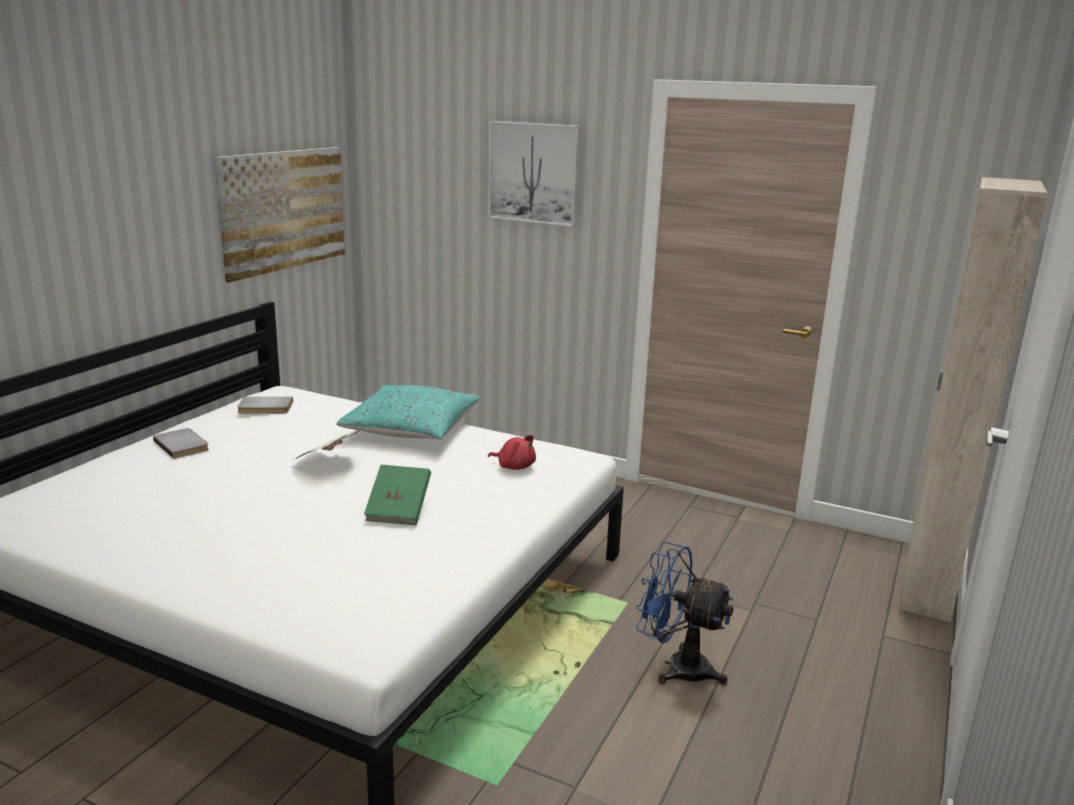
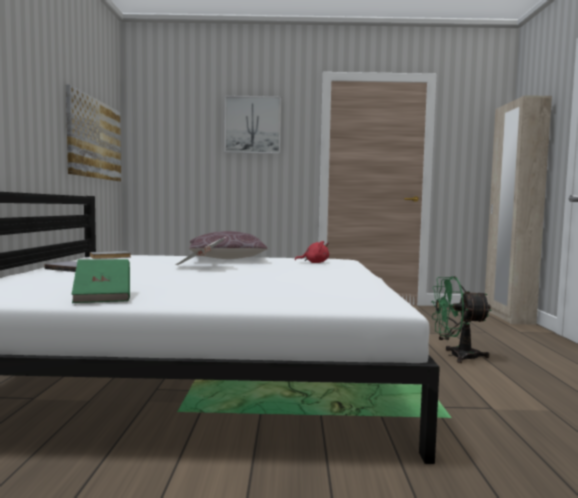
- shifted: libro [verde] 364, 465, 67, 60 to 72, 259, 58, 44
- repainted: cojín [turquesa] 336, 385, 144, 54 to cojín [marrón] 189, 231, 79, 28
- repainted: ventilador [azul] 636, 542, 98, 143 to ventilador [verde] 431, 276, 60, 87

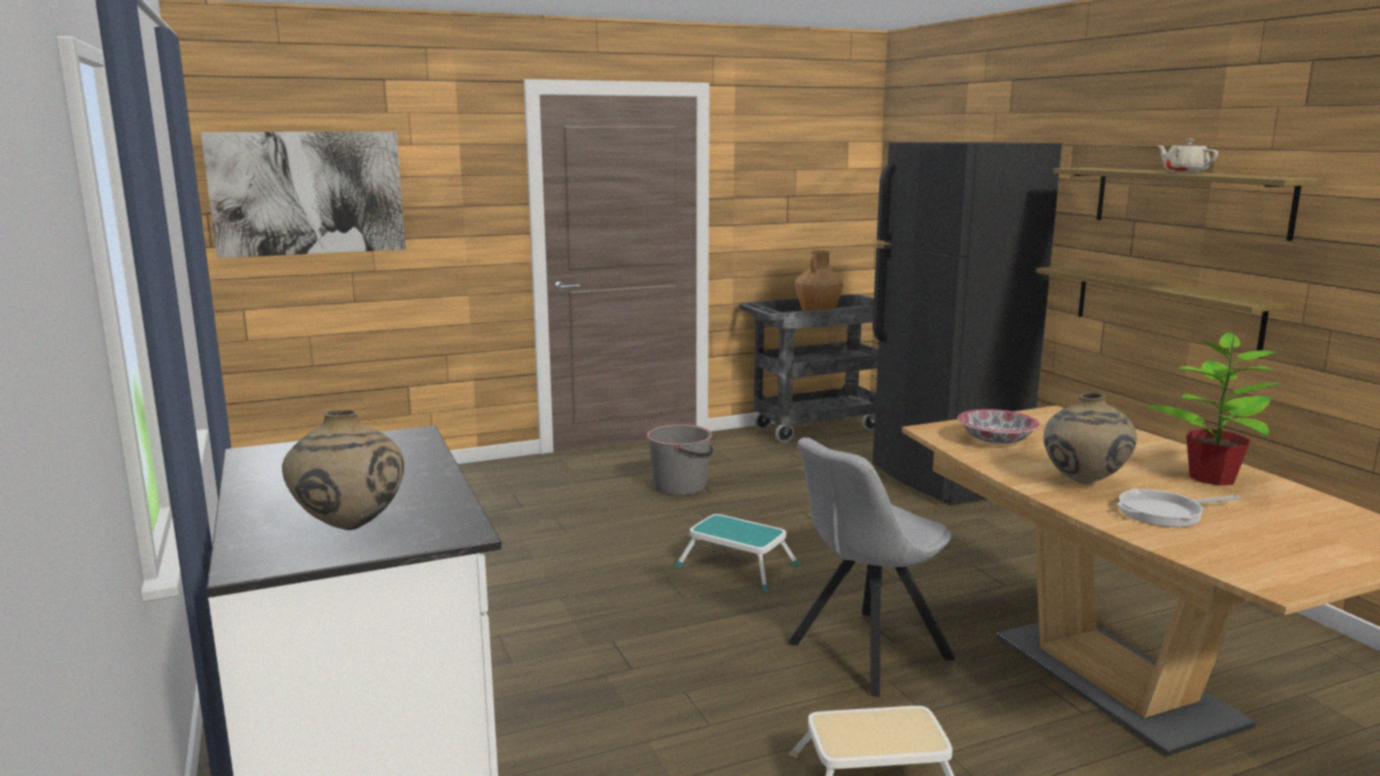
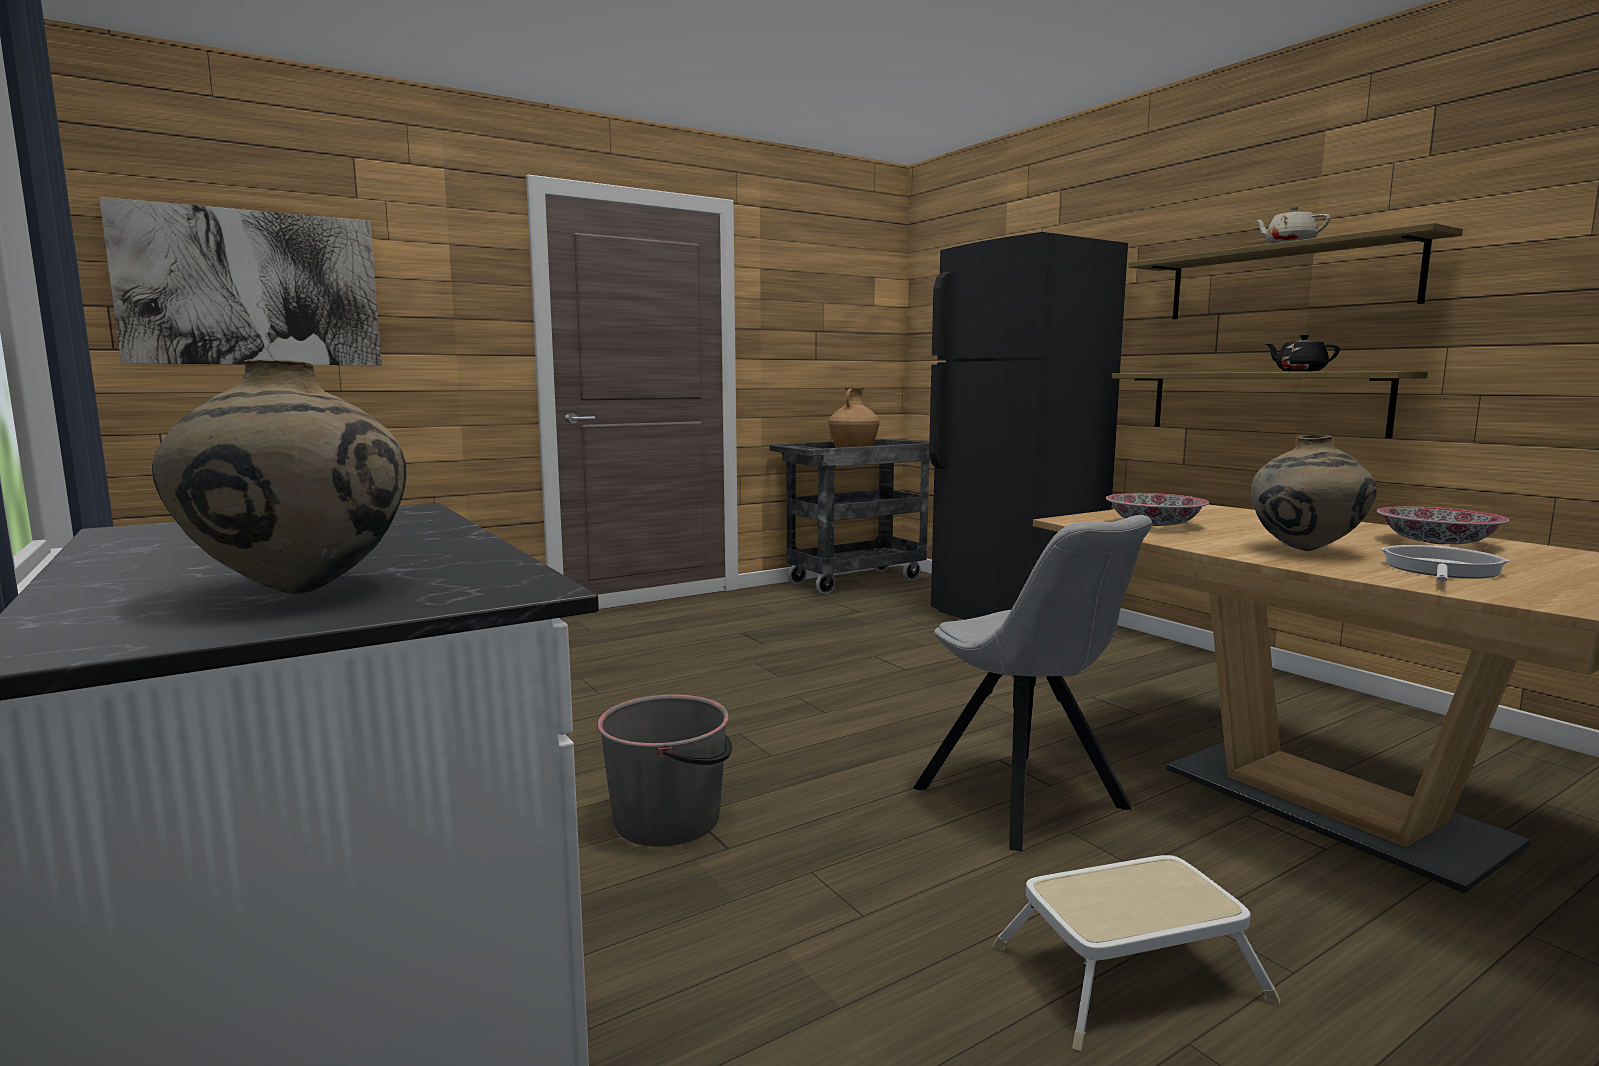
- gone: escalera de tijera [turquesa] 676, 514, 123, 78
- new: tetera [negro] 1266, 335, 74, 37
- shifted: cubo [gris] 647, 424, 66, 71 to 597, 694, 136, 153
- swapped: planta en maceta 1147, 330, 137, 156 to cuenco 1377, 507, 133, 37
- rotated: silla [gris] 788, 437, 167, 260 = 913, 515, 239, 337 75 degrees counterclockwise
- rotated: sartén 1117, 489, 123, 38 = 1381, 545, 129, 37 150 degrees clockwise

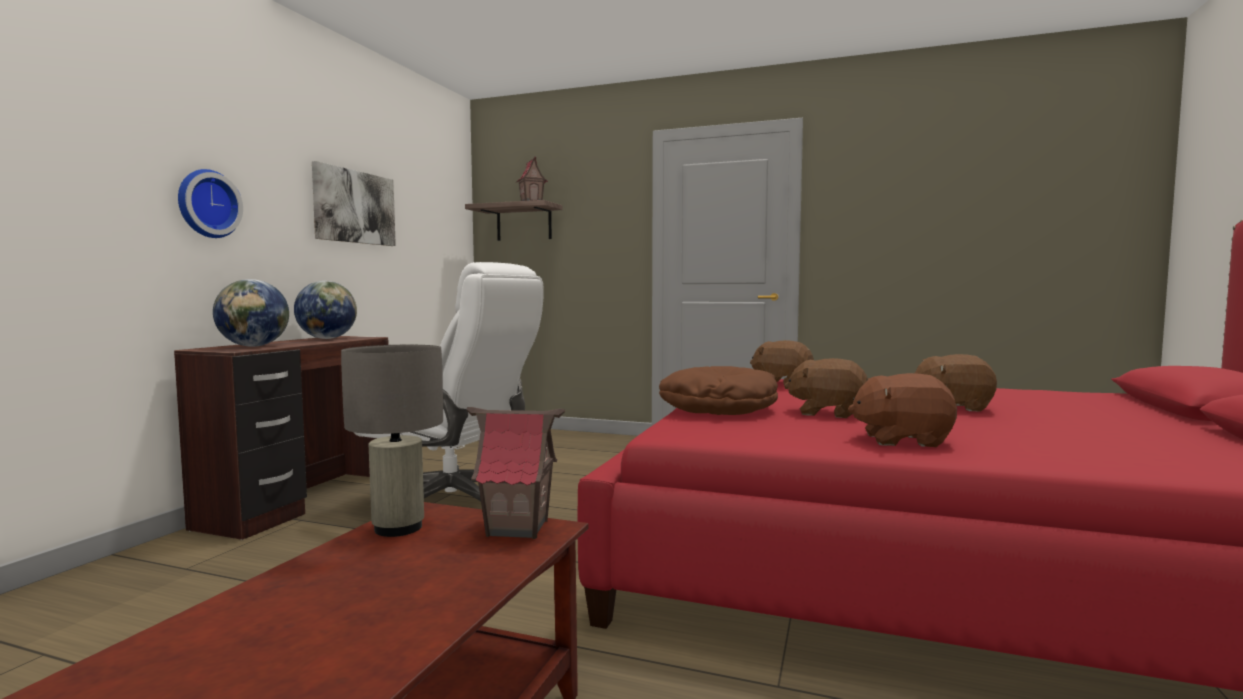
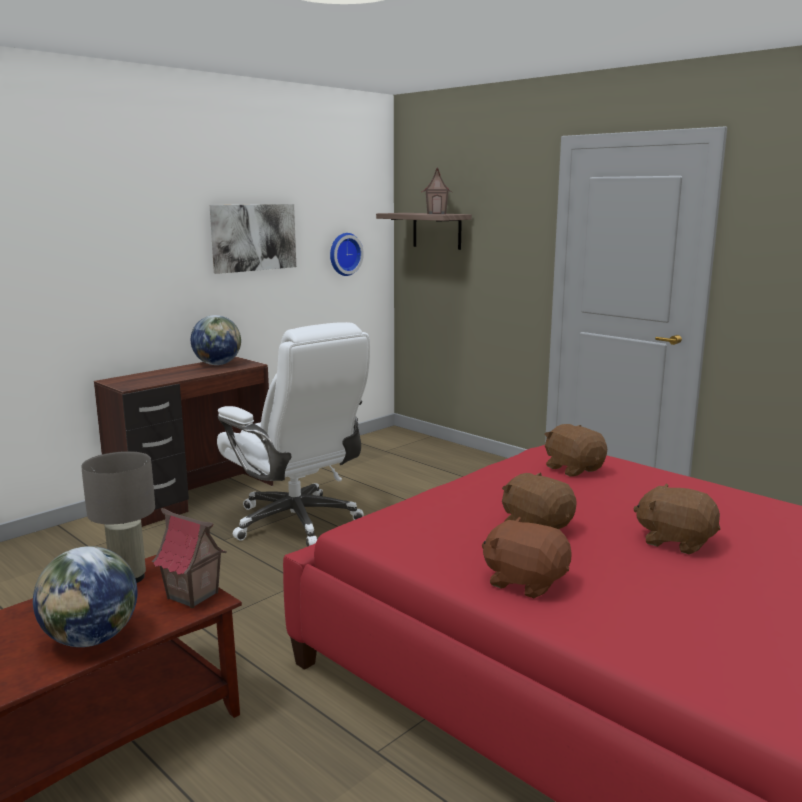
- gone: cojín [marrón] 659, 366, 119, 49
- shifted: reloj de pared 178, 169, 65, 69 to 330, 233, 34, 43
- shifted: globo terráqueo 213, 279, 76, 68 to 33, 546, 105, 101

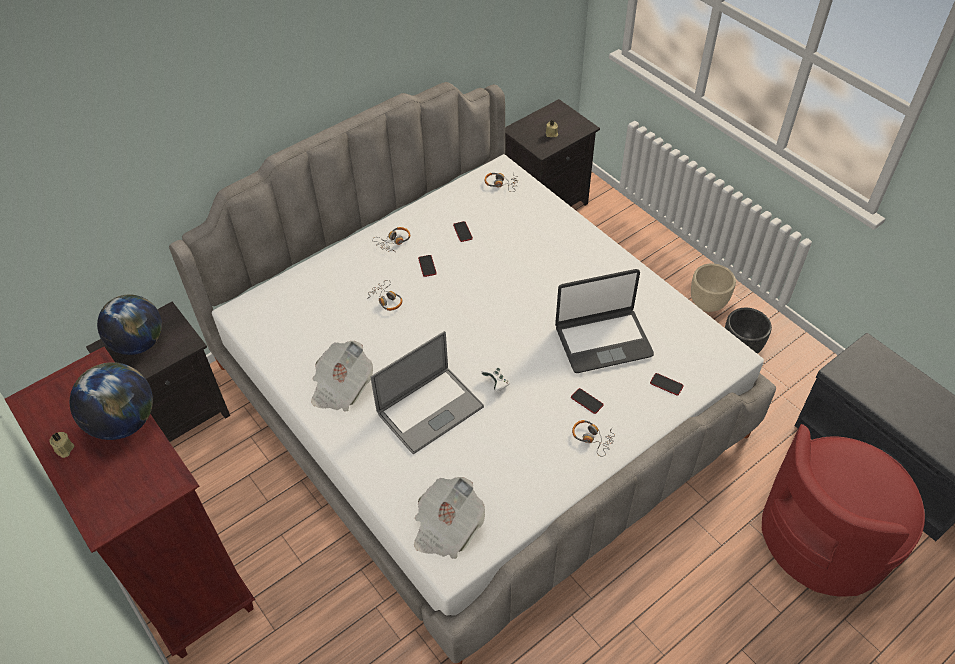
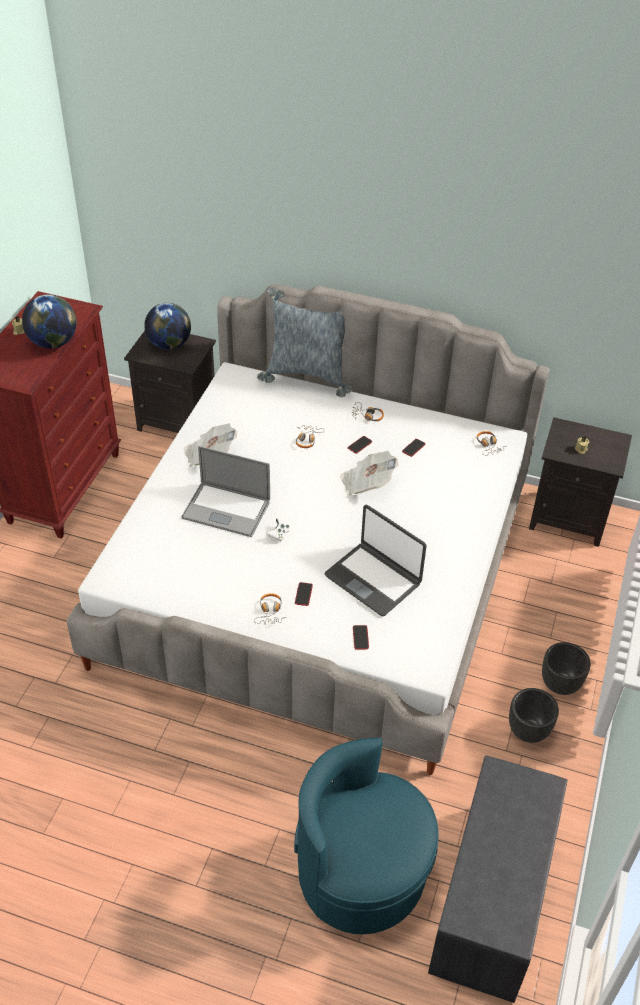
- new: cojín 257, 287, 95, 110
- shifted: periódico 414, 477, 71, 82 to 340, 451, 58, 44
- repainted: maceta [beis] 691, 263, 45, 49 to maceta [negro] 542, 642, 49, 53
- repainted: sillón [rojo] 762, 424, 163, 172 to sillón [turquesa] 294, 737, 145, 197

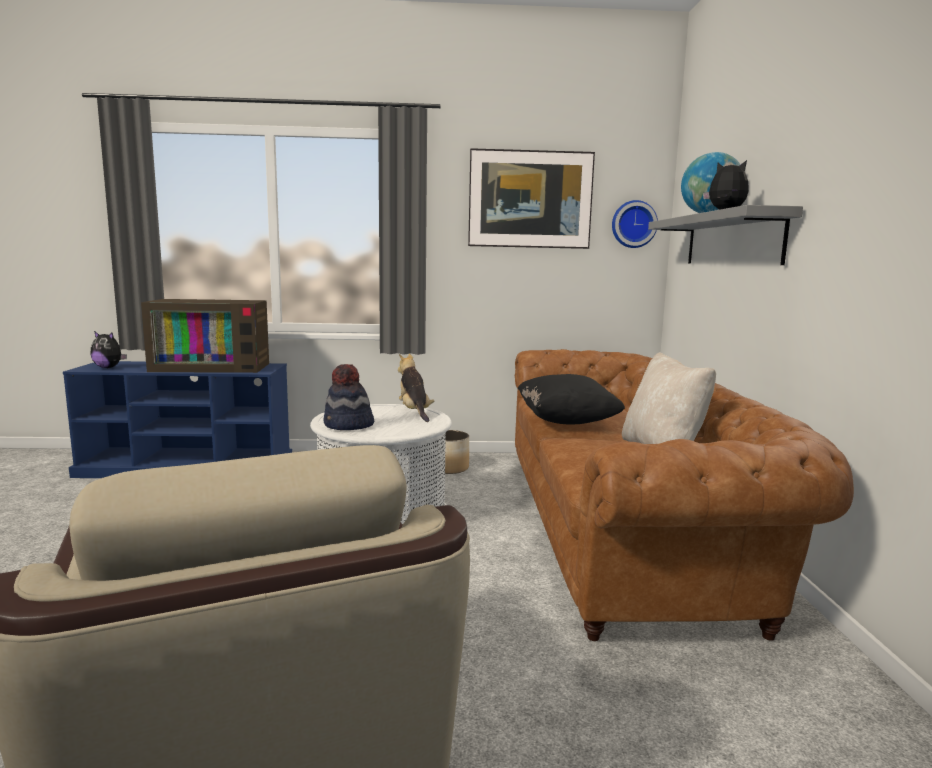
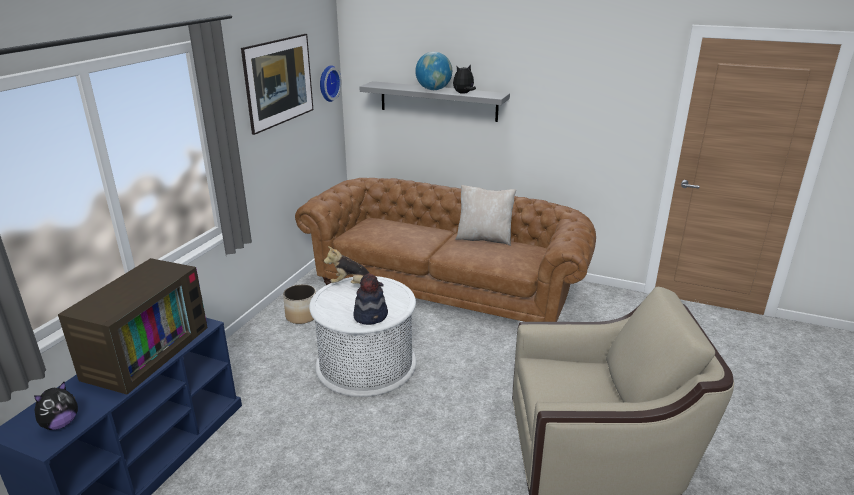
- gone: cojín [negro] 518, 374, 107, 50

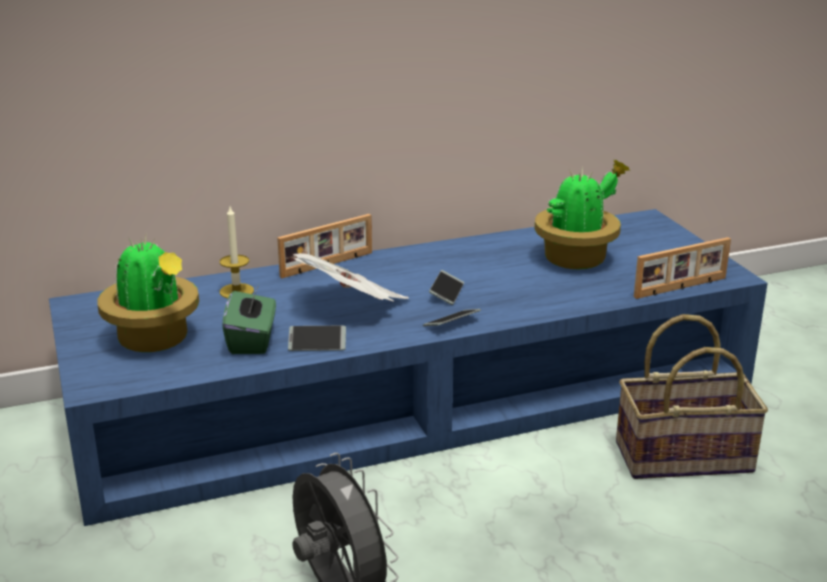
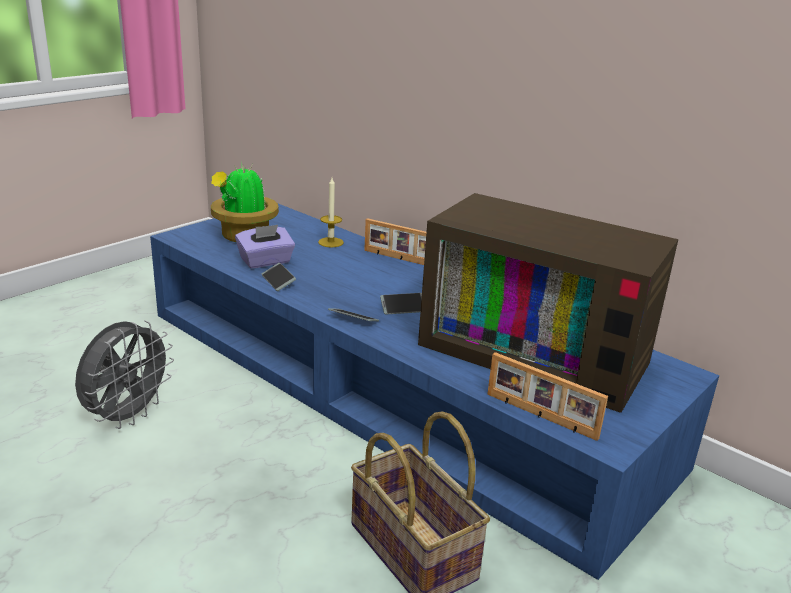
- gone: periódico 293, 253, 116, 48
- swapped: planta en maceta 535, 159, 95, 110 to televisor 418, 193, 260, 220
- repainted: caja de pañuelos [verde] 222, 285, 54, 69 to caja de pañuelos [morado] 235, 225, 60, 43

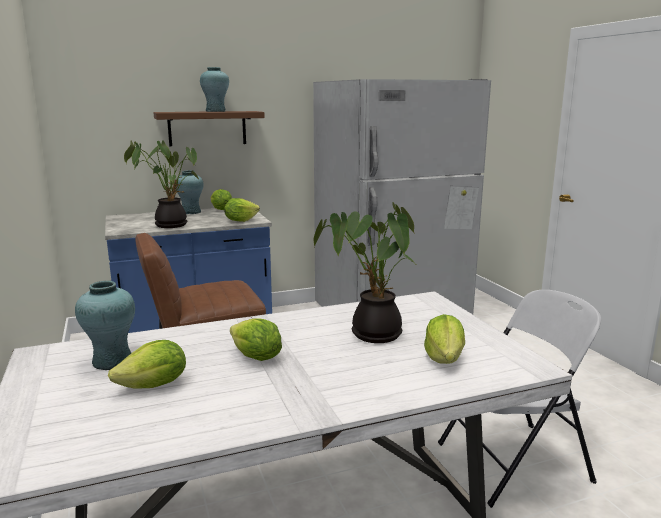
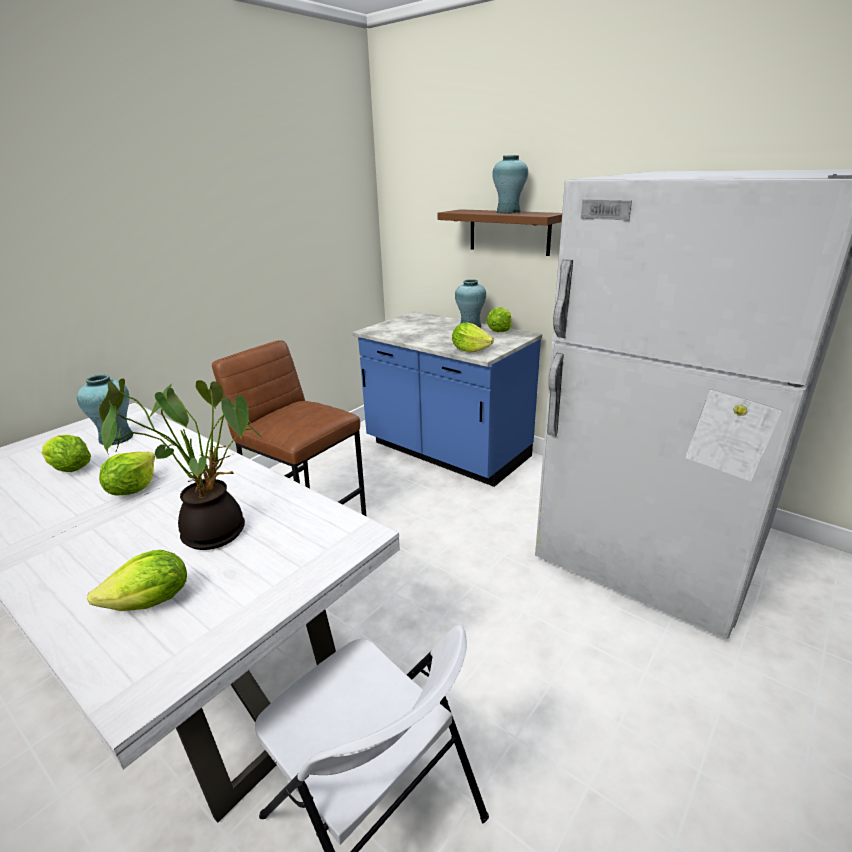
- gone: planta en maceta 124, 140, 75, 88

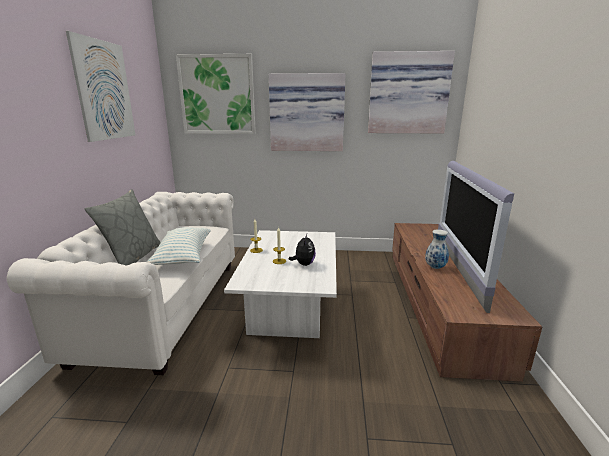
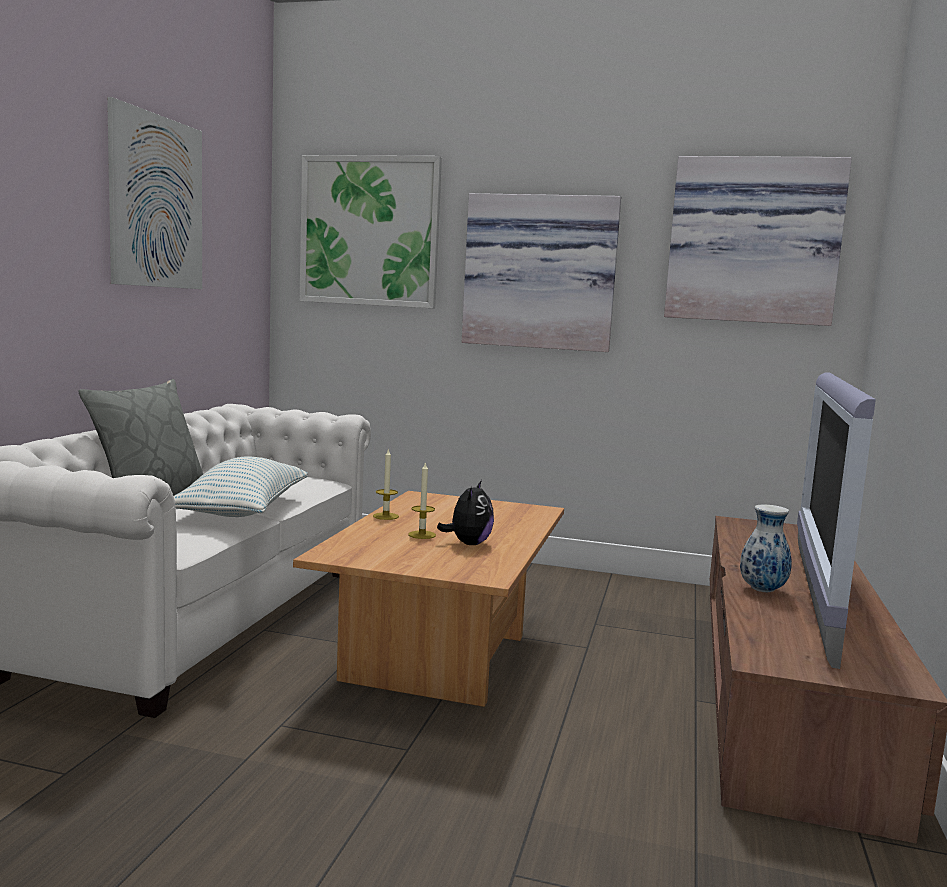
- repainted: mesa de centro [blanco] 224, 230, 113, 108 to mesa de centro [marrón] 293, 491, 271, 216

